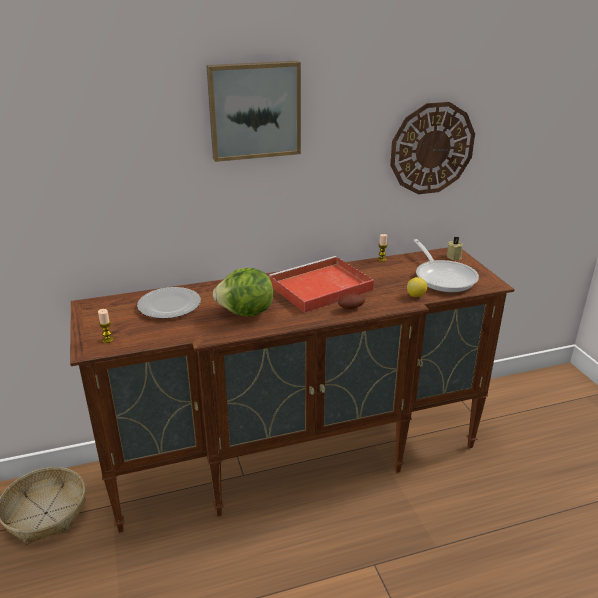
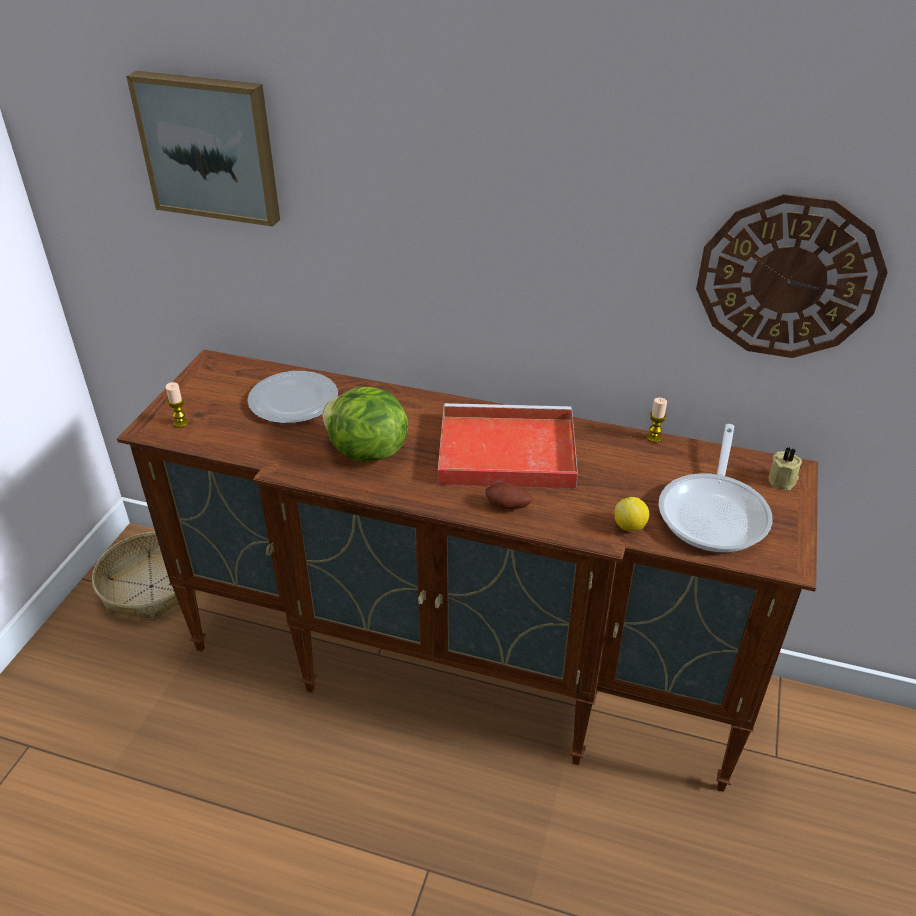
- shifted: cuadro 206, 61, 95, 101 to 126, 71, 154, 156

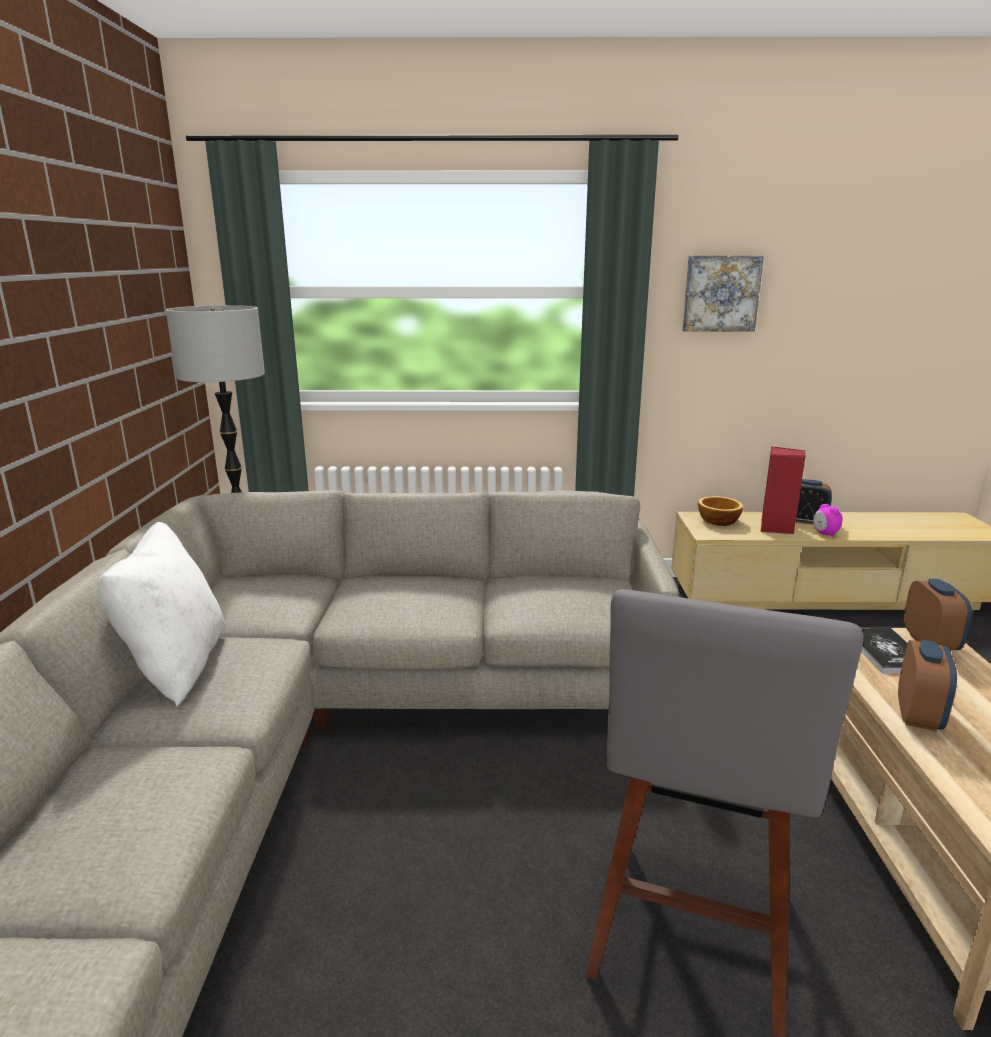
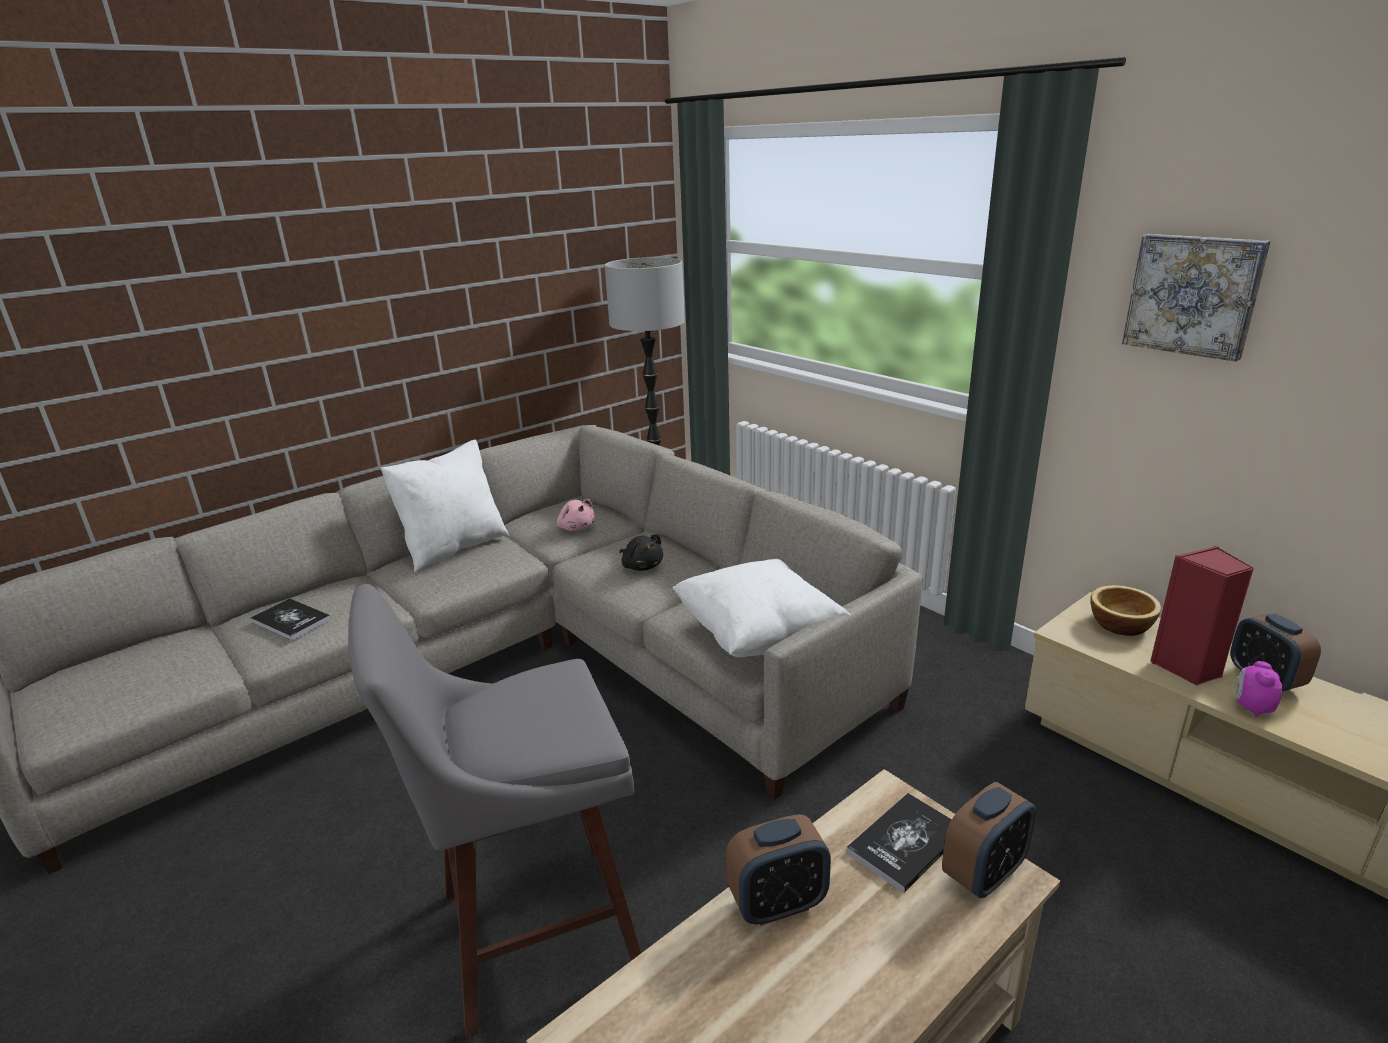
- new: libro 250, 598, 81, 43
- new: peluche [rosa] 557, 499, 38, 32
- new: peluche [negro] 620, 534, 43, 37
- new: cojín [blanco] 672, 559, 179, 98

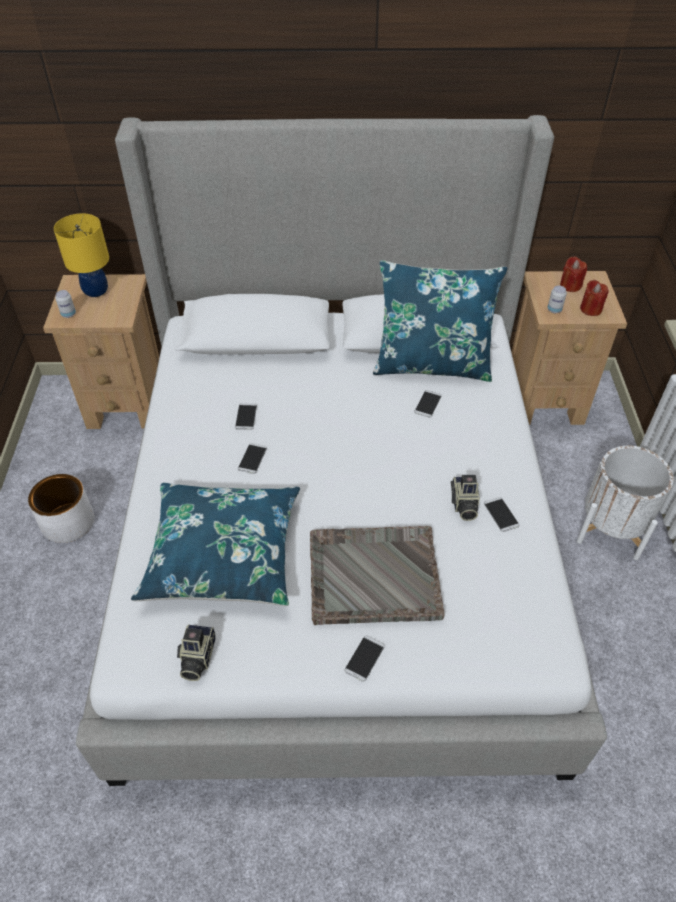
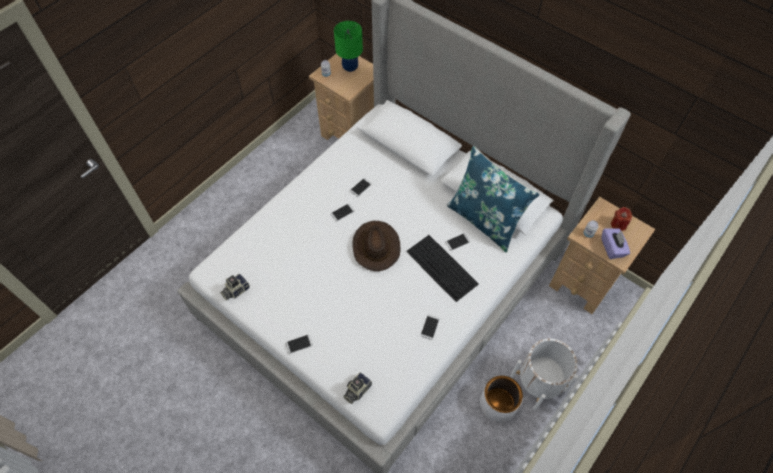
- gone: cojín [azul] 131, 483, 169, 123
- gone: bandeja [gris] 310, 526, 135, 99
- new: sombrero [marrón] 352, 221, 48, 50
- new: teclado 406, 235, 73, 67
- shifted: maceta [blanco] 28, 474, 66, 69 to 480, 375, 43, 47
- shifted: cámara 451, 475, 29, 46 to 343, 372, 29, 32
- swapped: vela [rojo] 580, 279, 29, 37 to caja de pañuelos [morado] 601, 228, 29, 31
- repainted: lámpara de mesa [amarillo] 54, 213, 55, 84 to lámpara de mesa [verde] 334, 21, 29, 51

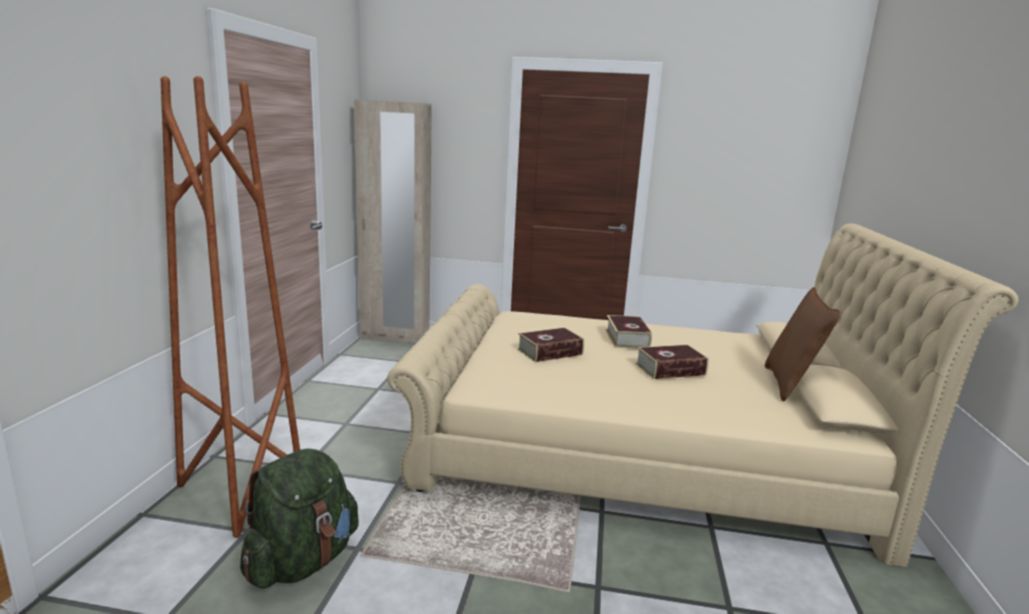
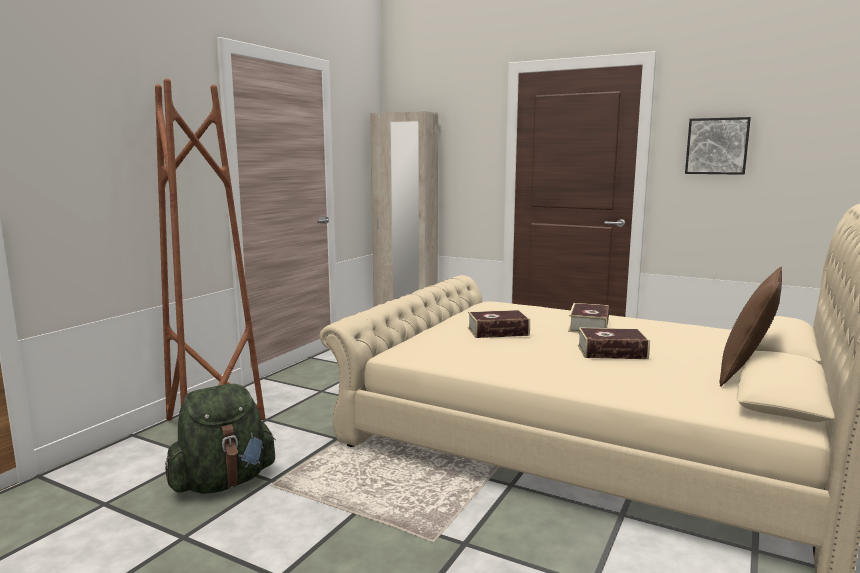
- new: cuadro 685, 117, 66, 58

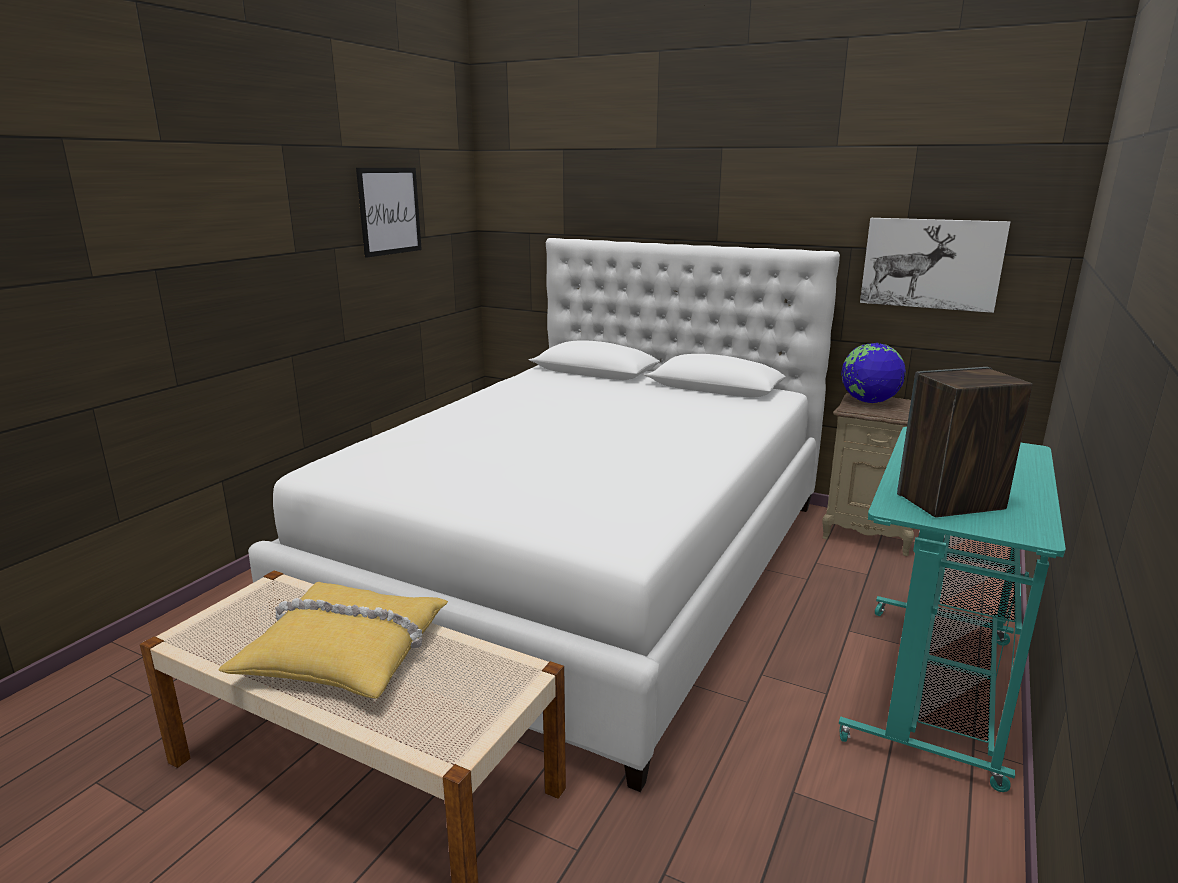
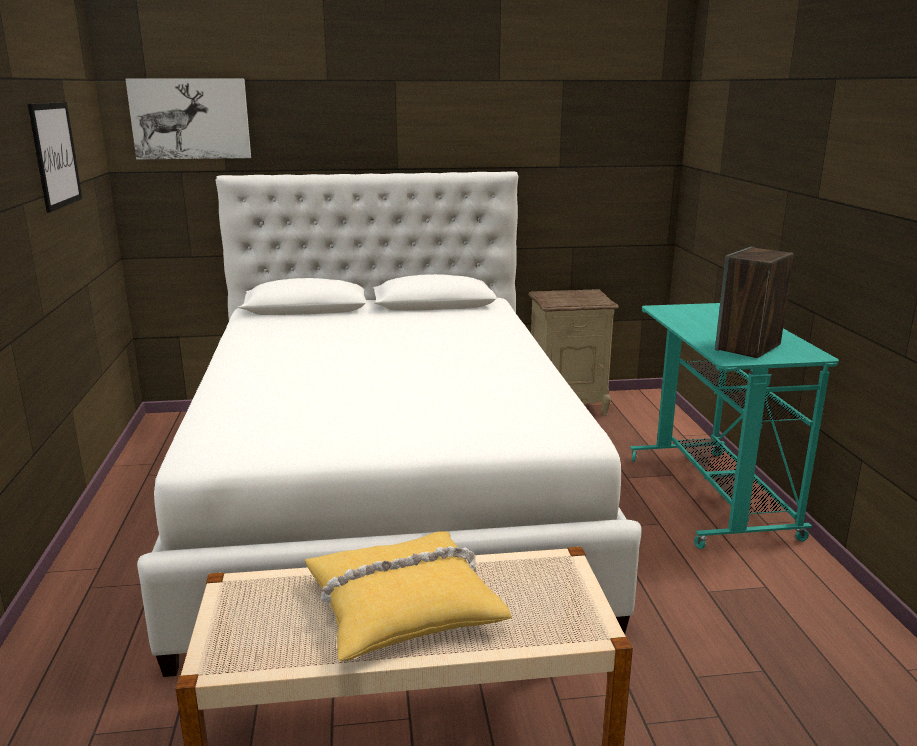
- gone: globo terráqueo 841, 343, 65, 60
- shifted: cuadro 860, 218, 150, 95 to 125, 78, 126, 81

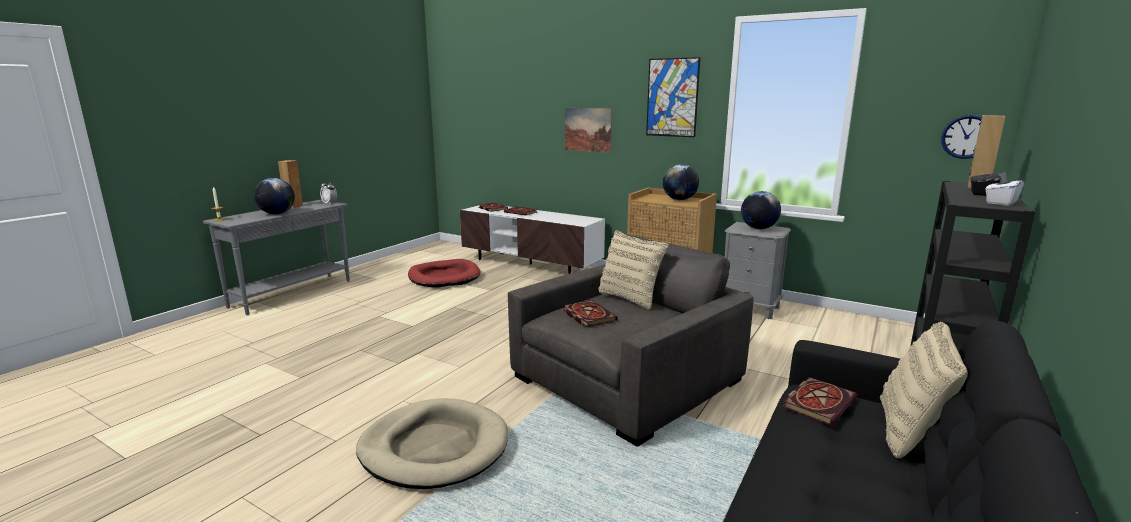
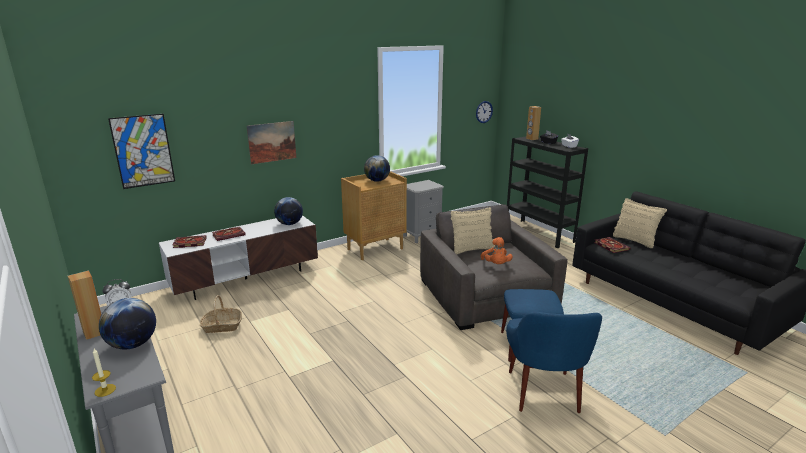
- shifted: cuadro 646, 57, 54, 80 to 108, 114, 67, 75
- shifted: globo terráqueo 741, 191, 40, 38 to 274, 197, 29, 28
- swapped: cama para perro [beis] 356, 398, 152, 91 to sillón [azul] 501, 289, 101, 124
- swapped: cama para perro [rojo] 408, 259, 73, 29 to cesta 200, 295, 42, 38
- swapped: libro 563, 300, 55, 27 to peluche [naranja] 481, 237, 32, 27

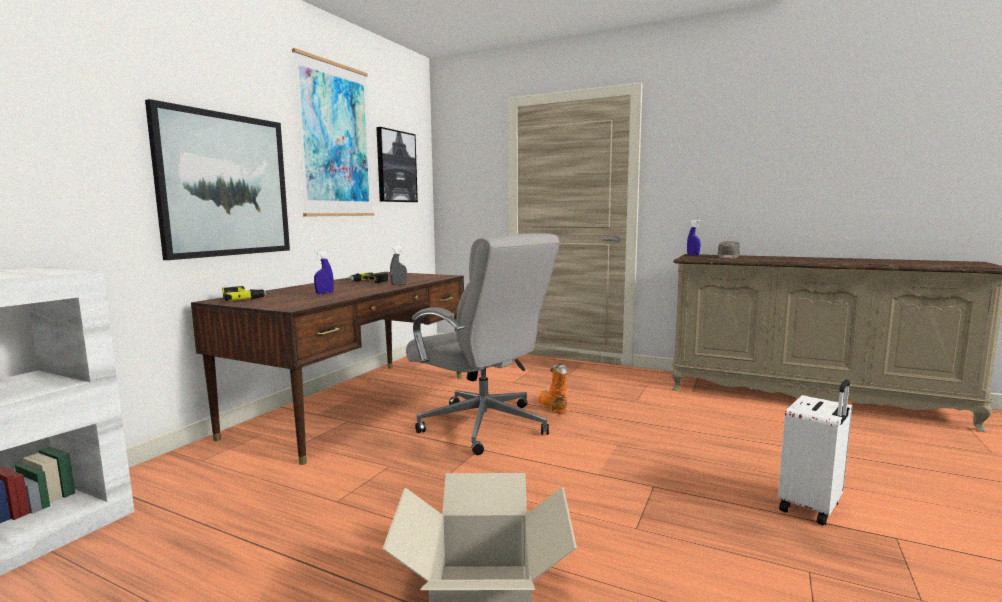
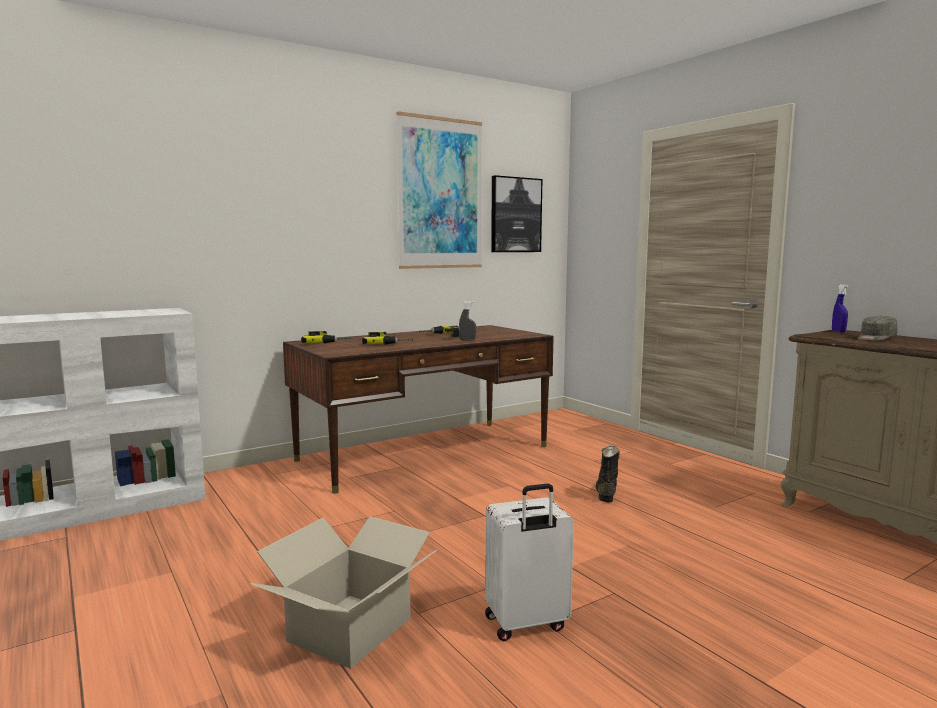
- gone: cuadro 145, 99, 145, 161
- gone: silla de oficina [gris] 406, 233, 153, 222
- shifted: maleta [blanco] 778, 380, 74, 146 to 485, 484, 89, 157
- swapped: pulverizador [azul] 314, 250, 20, 44 to taladro 362, 332, 51, 13
- repainted: bota [naranja] 539, 364, 29, 50 to bota [negro] 596, 446, 24, 56

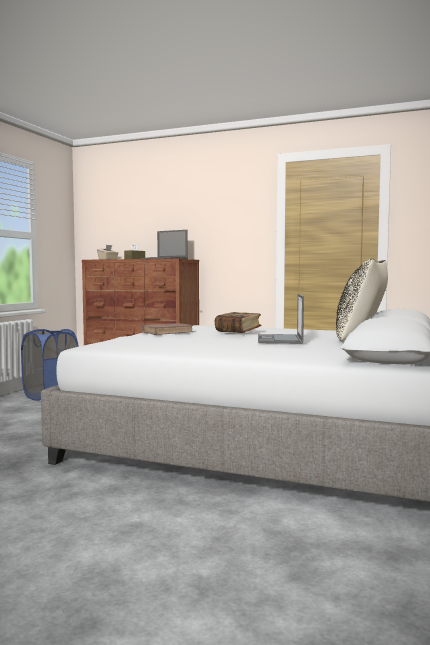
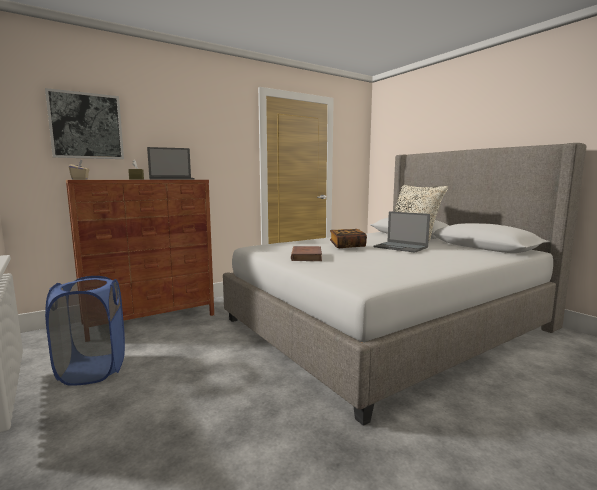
- new: cuadro 45, 88, 79, 71

